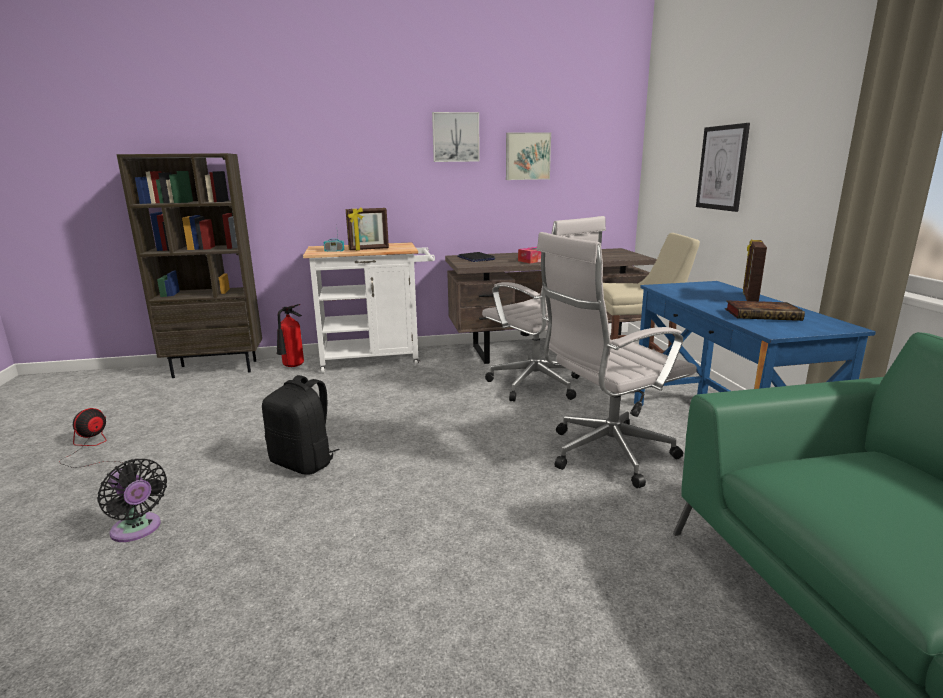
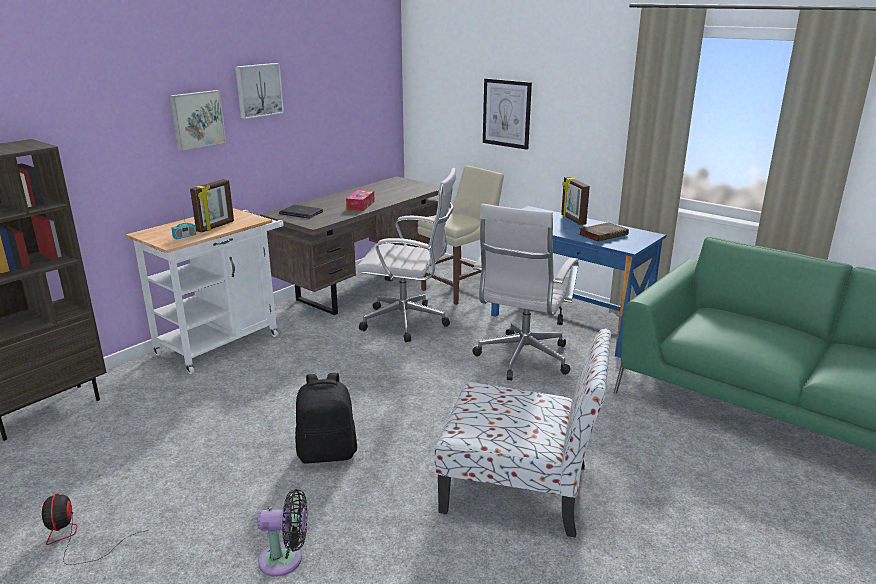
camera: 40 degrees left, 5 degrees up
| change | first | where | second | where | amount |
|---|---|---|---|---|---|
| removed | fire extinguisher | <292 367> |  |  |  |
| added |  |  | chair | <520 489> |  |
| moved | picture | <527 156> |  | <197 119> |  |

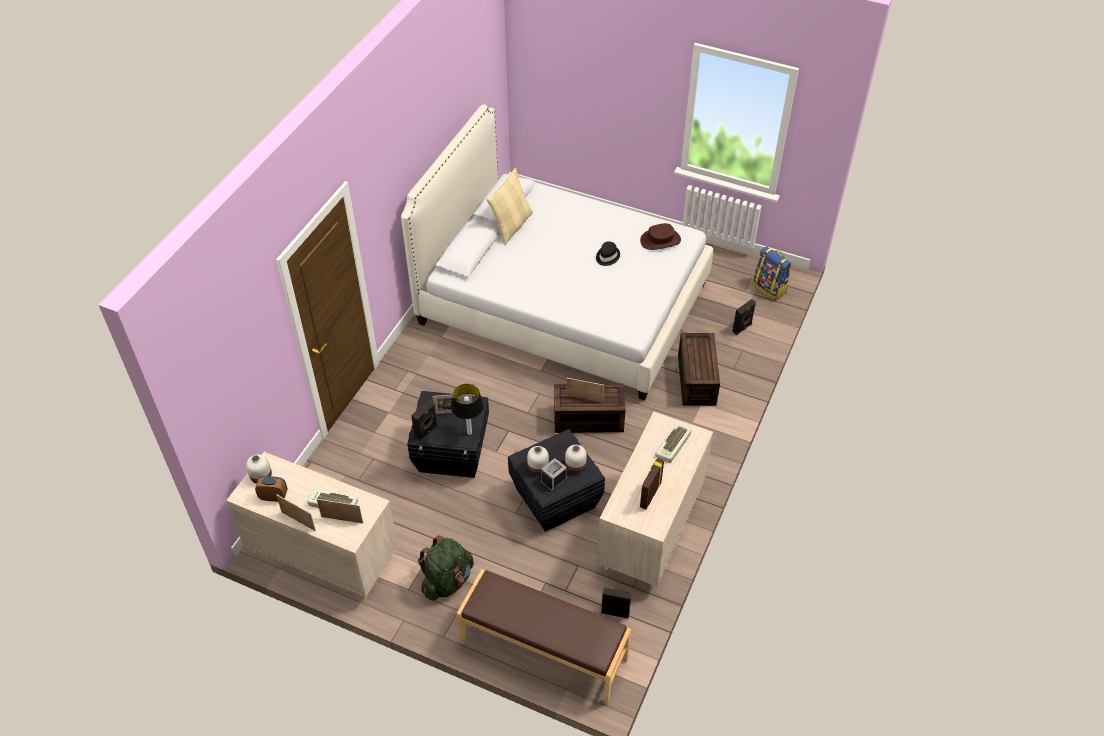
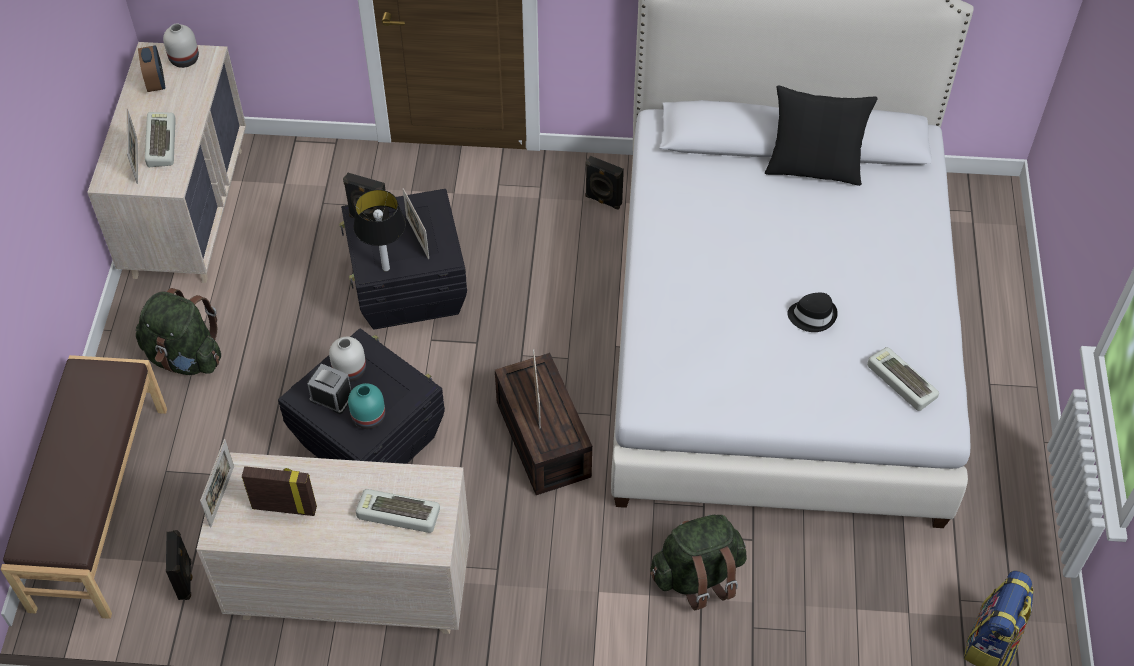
camera: 70 degrees right, 5 degrees up
| change | first | where | second | where | amount |
|---|---|---|---|---|---|
| moved | picture frame | <298 521> |  | <222 496> |  |
| moved | black speaker | <742 328> |  | <603 201> |  |
| replaced | brown hat | <660 240> | keyboard | <899 382> |  |
| replaced | brown storage box | <697 380> | green backpack | <697 576> |  |
| recoloured | beige pillow | <511 226> | black pillow | <813 169> |  |
| recoloured | white vase | <575 466> | turquoise vase | <368 417> |  |

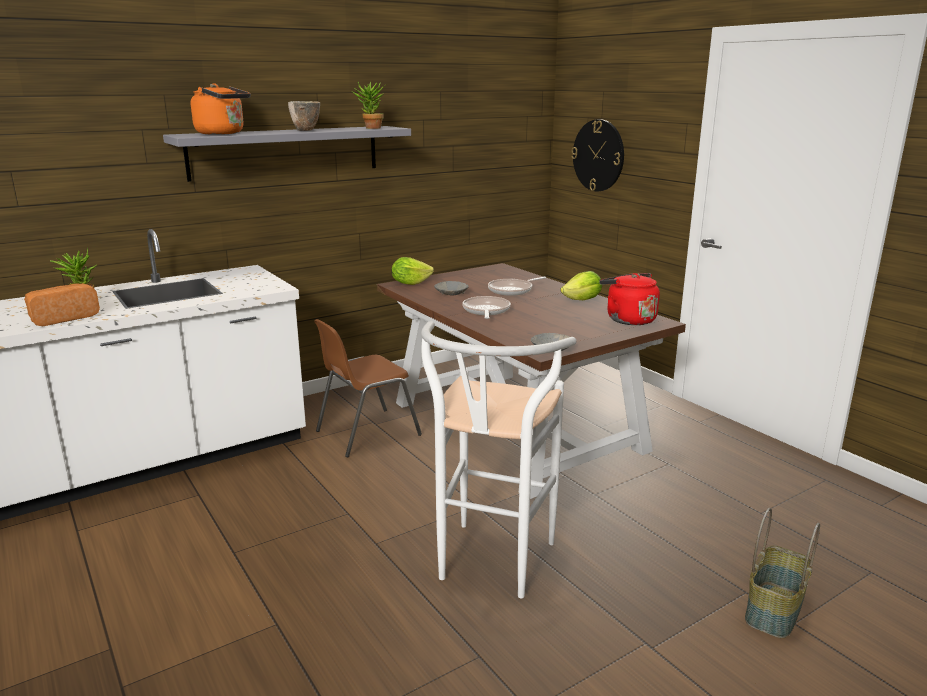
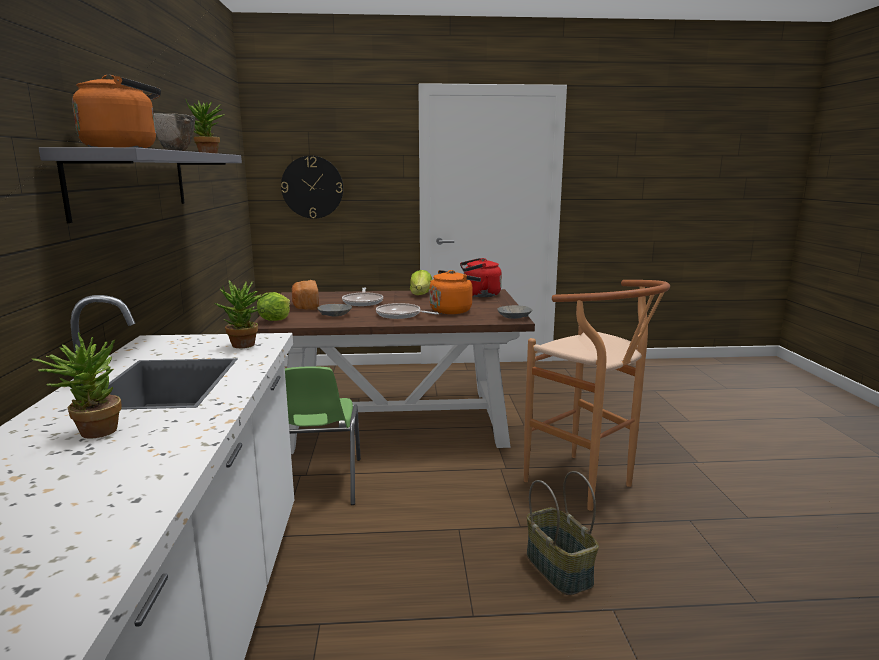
camera: 60 degrees left, 5 degrees down
| change | first | where | second | where | amount |
|---|---|---|---|---|---|
| added |  |  | potted plant | <245 346> |  |
| added |  |  | orange kettle | <452 310> |  |
| moved | bread | <63 318> |  | <305 306> |  |
| moved | basket | <775 611> |  | <560 569> |  |
| recoloured | brown chair | <366 433> | green chair | <318 484> |  |
| recoloured | white stool | <490 567> | brown stool | <587 486> |  |

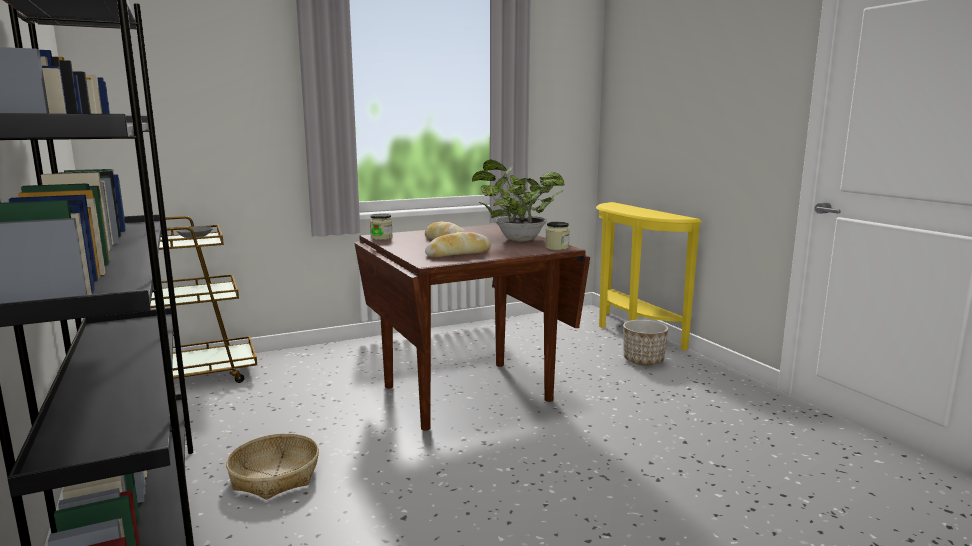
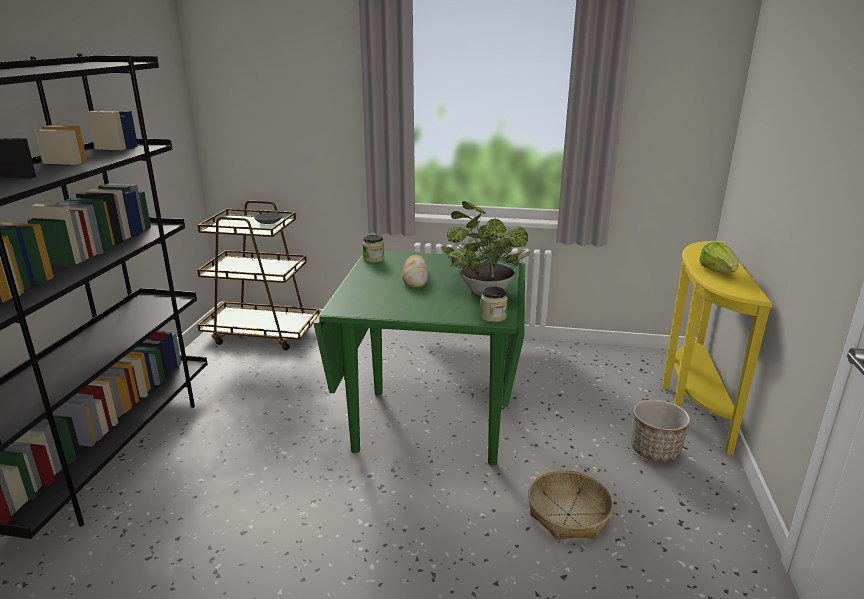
camera: 35 degrees right, 10 degrees up
| change | first | where | second | where | amount |
|---|---|---|---|---|---|
| removed | bread | <458 253> |  |  |  |
| added |  |  | lettuce | <718 271> |  |
| moved | basket | <275 476> |  | <568 515> |  |
| recoloured | brown dining table | <466 392> | green dining table | <430 424> |  |

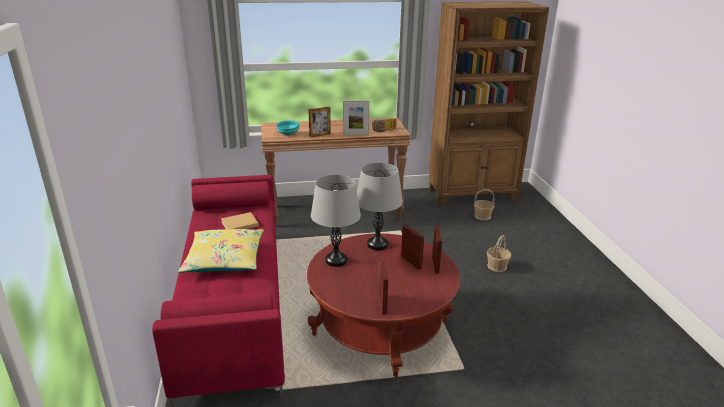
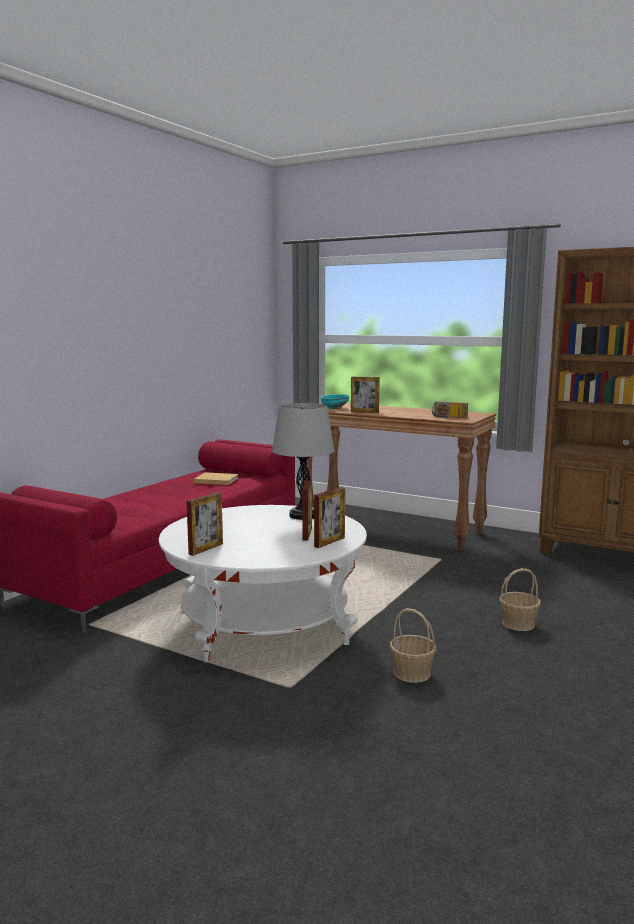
camera: 40 degrees right, 15 degrees down
| change | first | where | second | where | amount |
|---|---|---|---|---|---|
| removed | yellow pillow | <224 259> |  |  |  |
| removed | grey table lamp | <336 260> |  |  |  |
| removed | picture frame | <355 135> |  |  |  |
| moved | basket | <482 216> |  | <412 673> |  |
| recoloured | red coffee table | <380 328> | white coffee table | <265 622> |  |

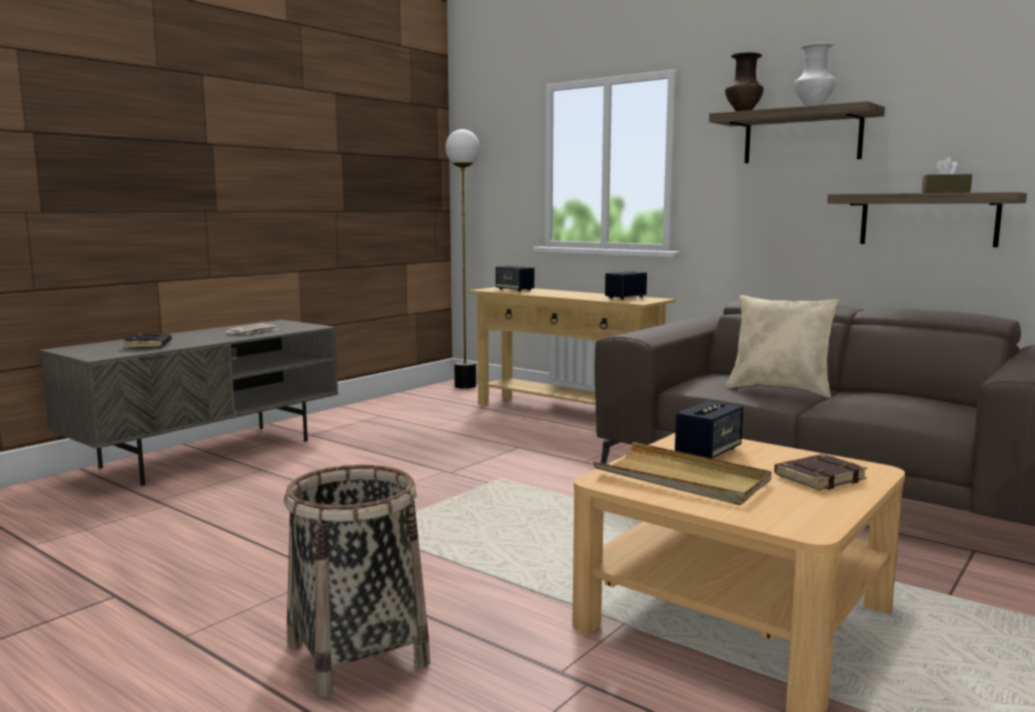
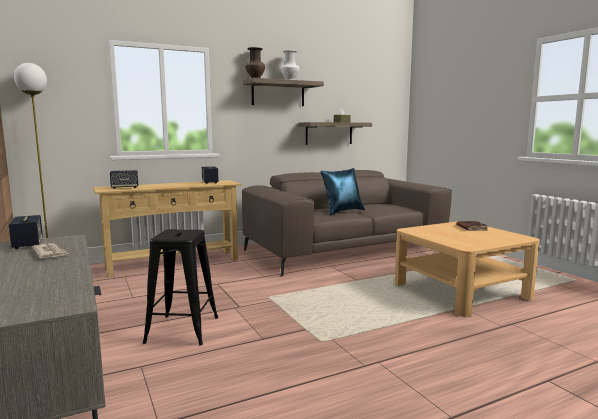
camera: 65 degrees left, 0 degrees up
| change | first | where | second | where | amount |
|---|---|---|---|---|---|
| removed | black book | <149 345> |  |  |  |
| removed | basket | <357 654> |  |  |  |
| removed | beige tray | <682 479> |  |  |  |
| added |  |  | black stool | <182 330> |  |
| moved | speaker | <708 452> |  | <28 244> |  |
| recoloured | beige pillow | <780 390> | blue pillow | <342 211> |  |

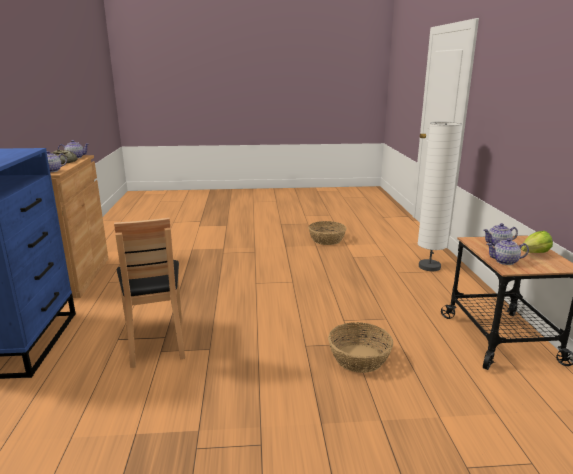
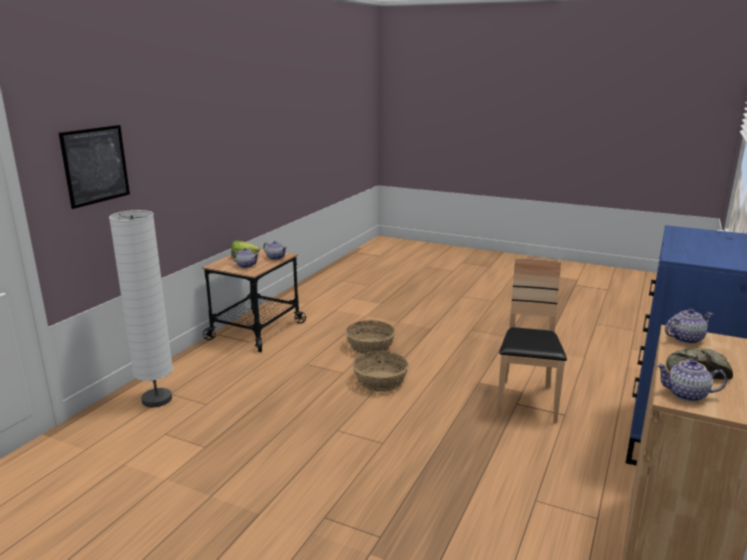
camera: 150 degrees left, 0 degrees up
| change | first | where | second | where | amount |
|---|---|---|---|---|---|
| added |  |  | picture | <95 165> |  |
| moved | basket | <327 240> |  | <380 381> |  |

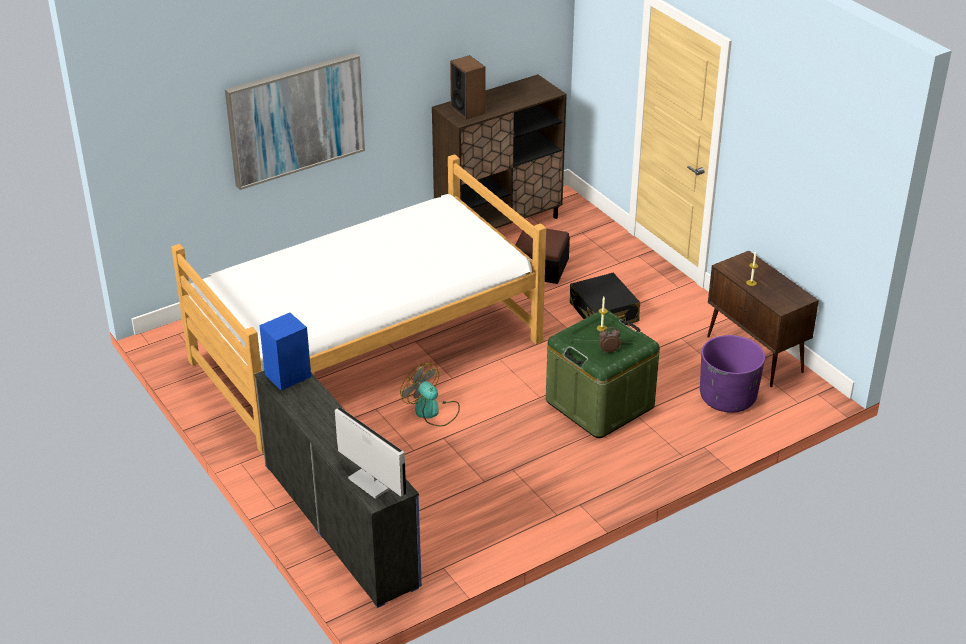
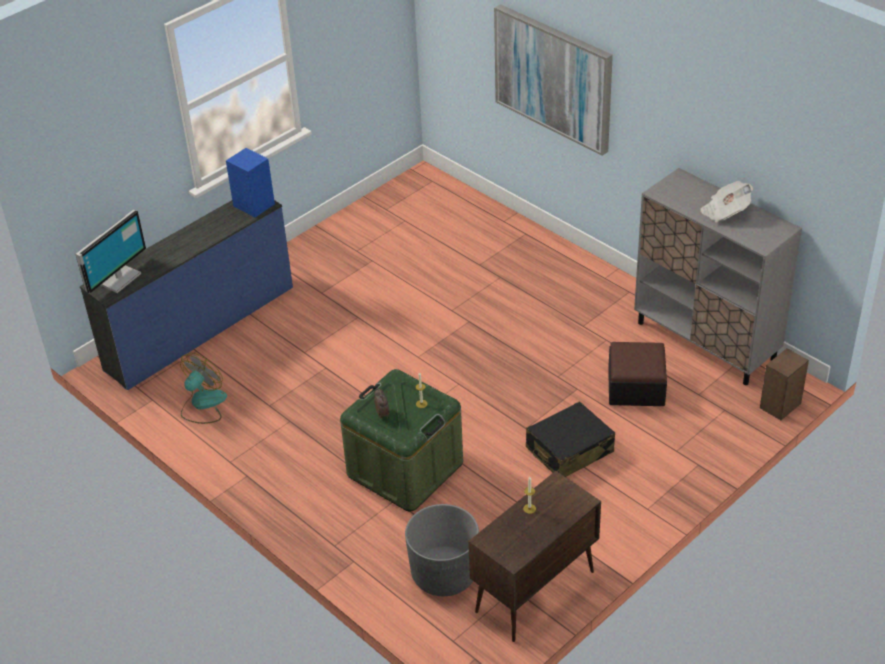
camera: 80 degrees right, 5 degrees up
| change | first | where | second | where | amount |
|---|---|---|---|---|---|
| removed | bed | <366 351> |  |  |  |
| added |  |  | newspaper | <725 212> |  |
| moved | fan | <432 411> |  | <203 405> |  |
| moved | speaker | <468 110> |  | <780 405> |  |
| recoloured | brown cabinet | <499 225> | grey cabinet | <706 341> |  |
| recoloured | purple planter | <727 398> | grey planter | <444 574> |  |

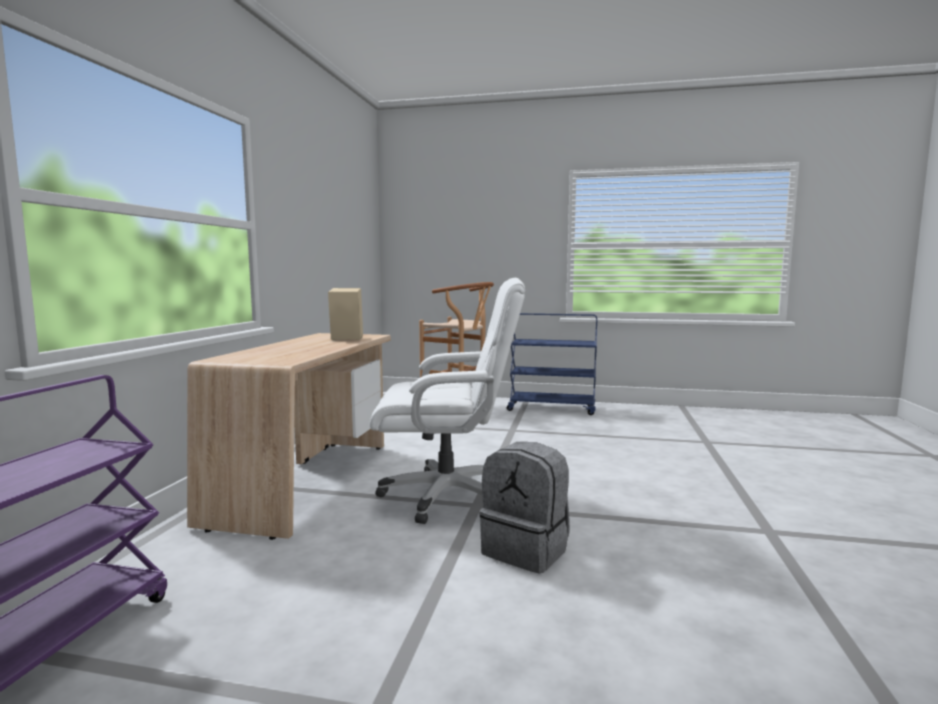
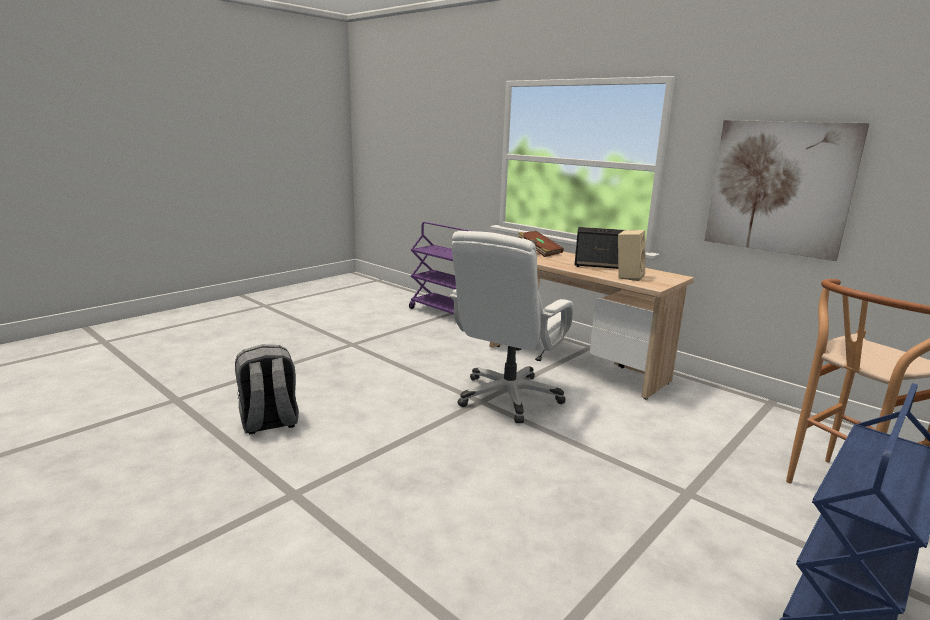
camera: 120 degrees right, 10 degrees up
| change | first | where | second | where | amount |
|---|---|---|---|---|---|
| added |  |  | brown book | <539 252> |  |
| added |  |  | speaker | <599 266> |  |
| added |  |  | picture | <779 187> |  |
| moved | grey backpack | <527 550> |  | <269 423> |  |

